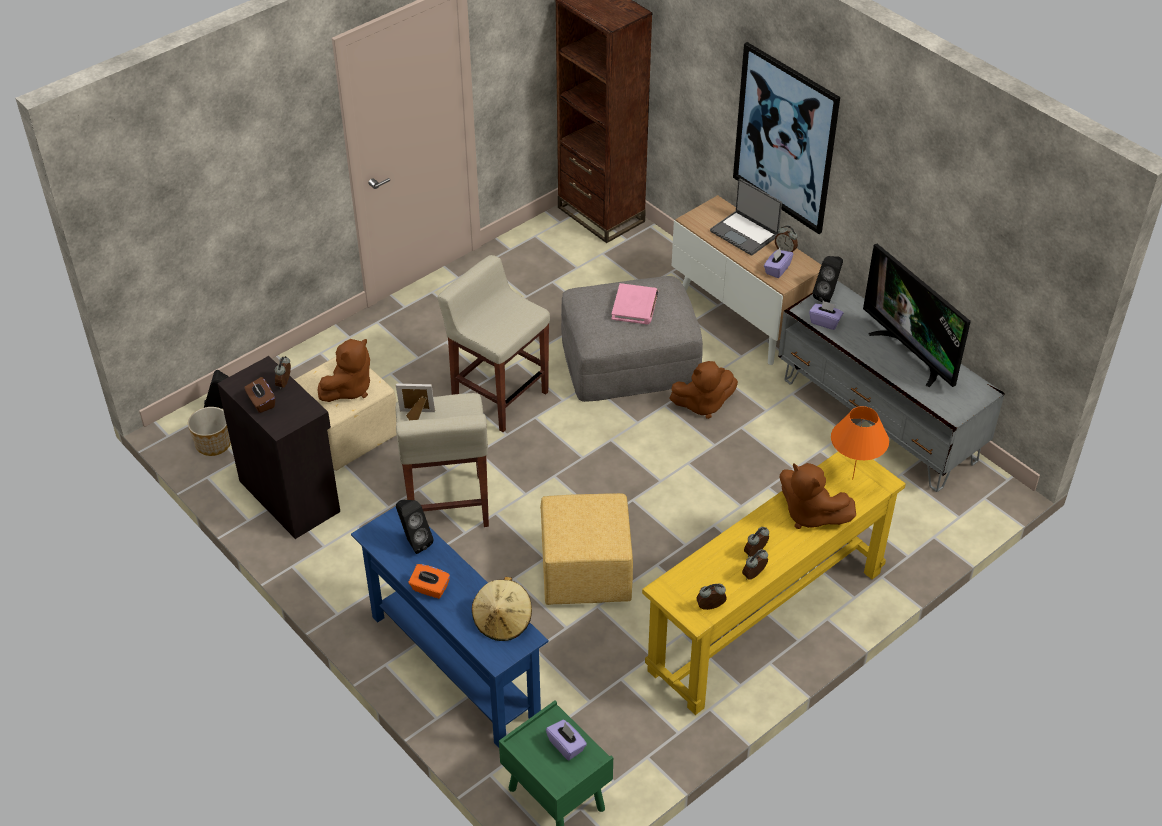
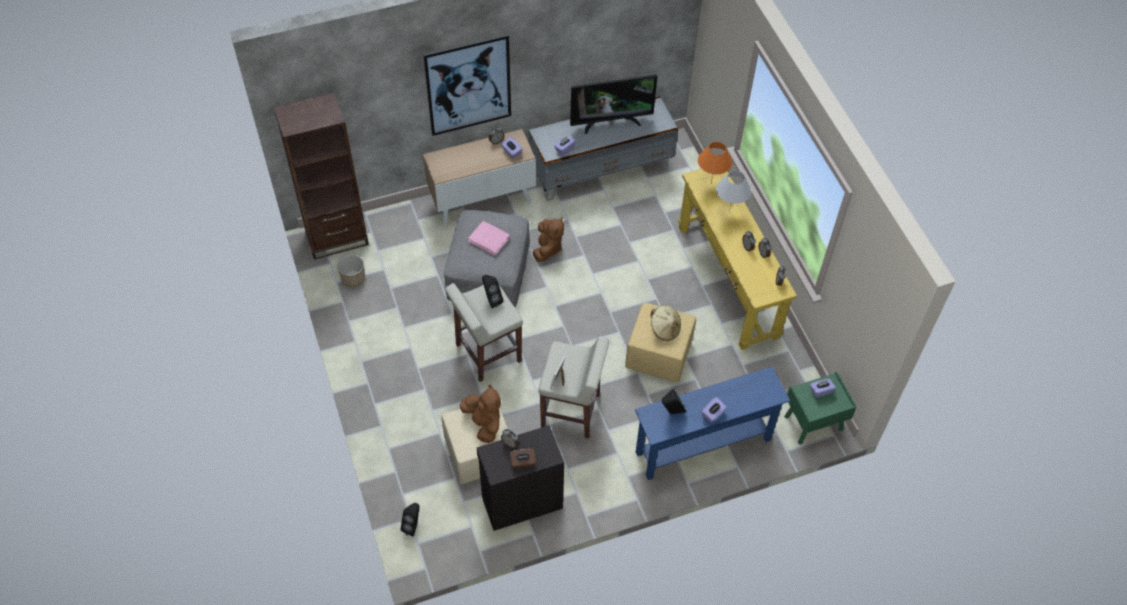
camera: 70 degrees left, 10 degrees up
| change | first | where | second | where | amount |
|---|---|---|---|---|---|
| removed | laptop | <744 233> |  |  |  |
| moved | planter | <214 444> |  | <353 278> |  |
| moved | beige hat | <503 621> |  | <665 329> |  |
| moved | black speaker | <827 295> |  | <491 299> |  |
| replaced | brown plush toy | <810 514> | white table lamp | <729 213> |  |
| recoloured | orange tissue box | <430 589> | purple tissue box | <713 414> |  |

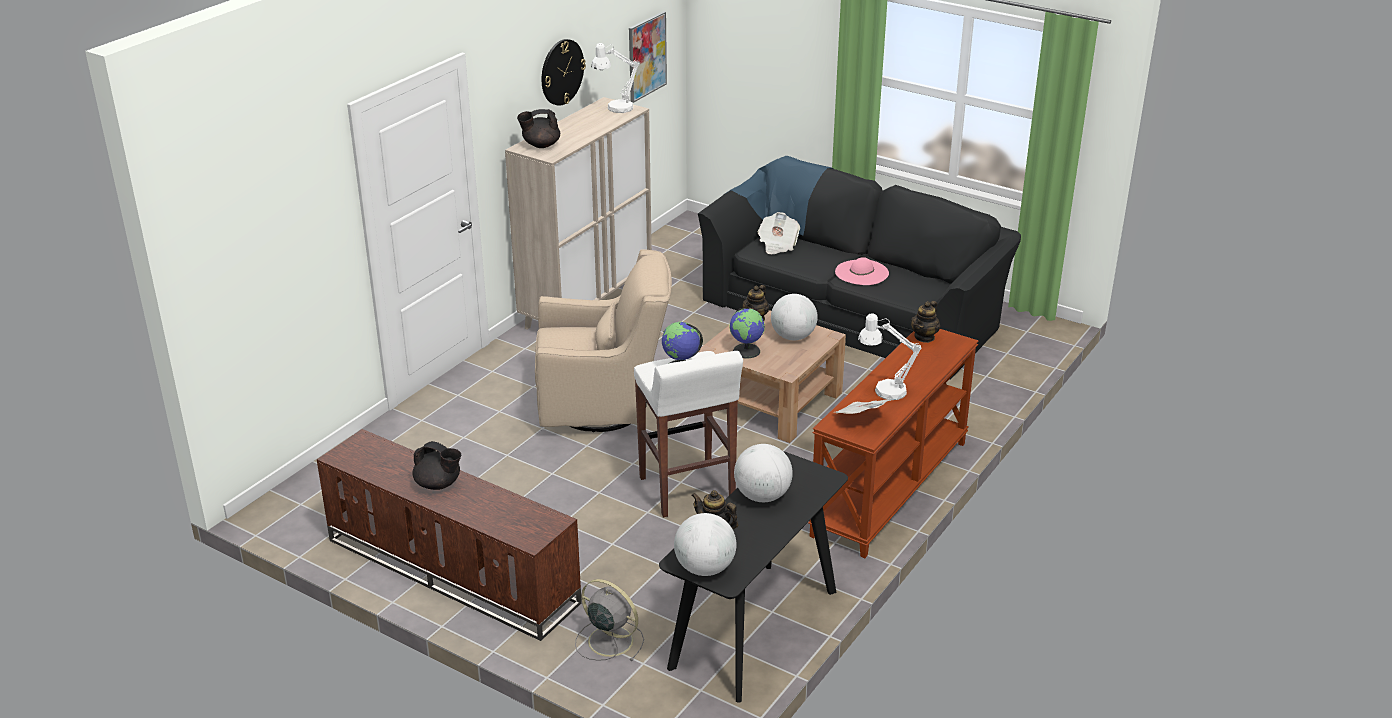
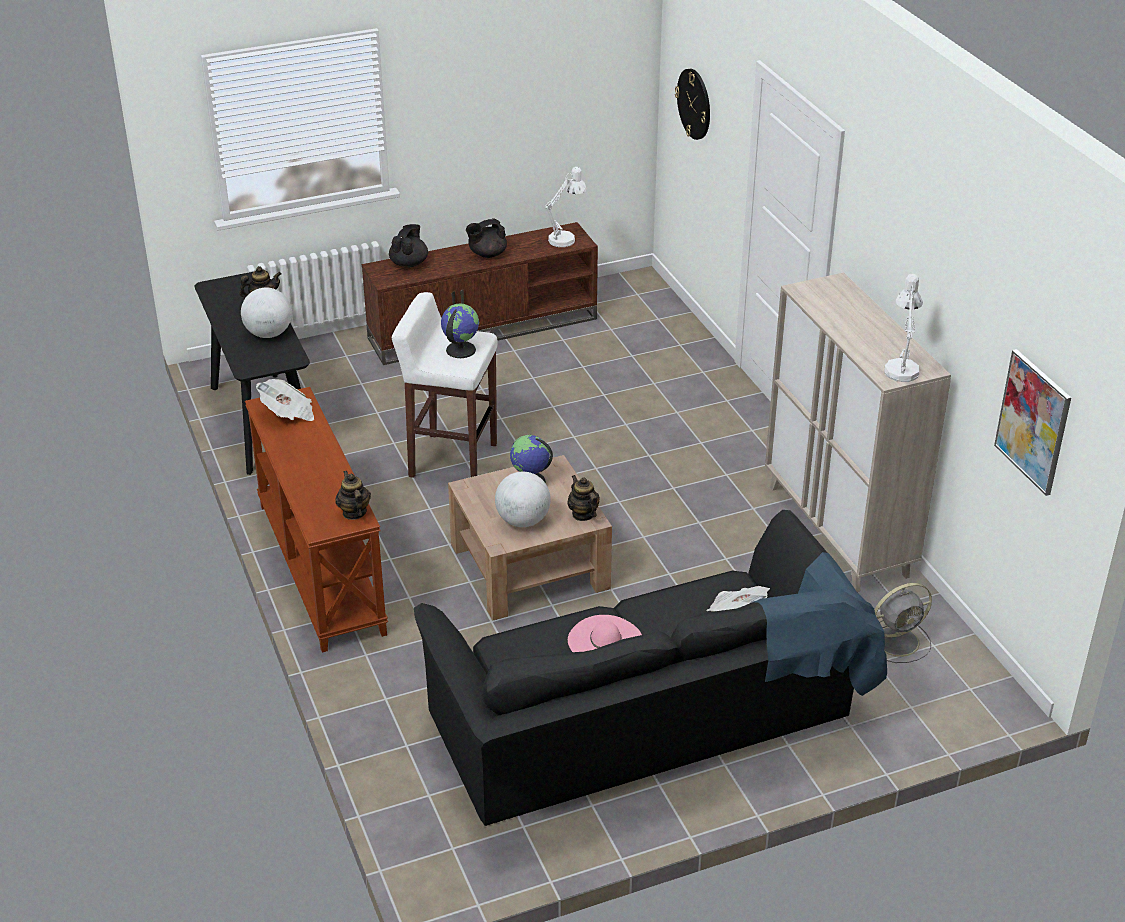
camera: 125 degrees right, 5 degrees up
| change | first | where | second | where | amount |
|---|---|---|---|---|---|
| removed | beige armchair | <604 406> |  |  |  |
| removed | globe | <704 568> |  |  |  |
| moved | black teapot | <540 145> |  | <409 263> |  |
| moved | wall clock | <561 72> |  | <694 104> |  |
| moved | grey fan | <608 640> |  | <898 641> |  |
| moved | white table lamp | <883 391> |  | <566 238> |  |

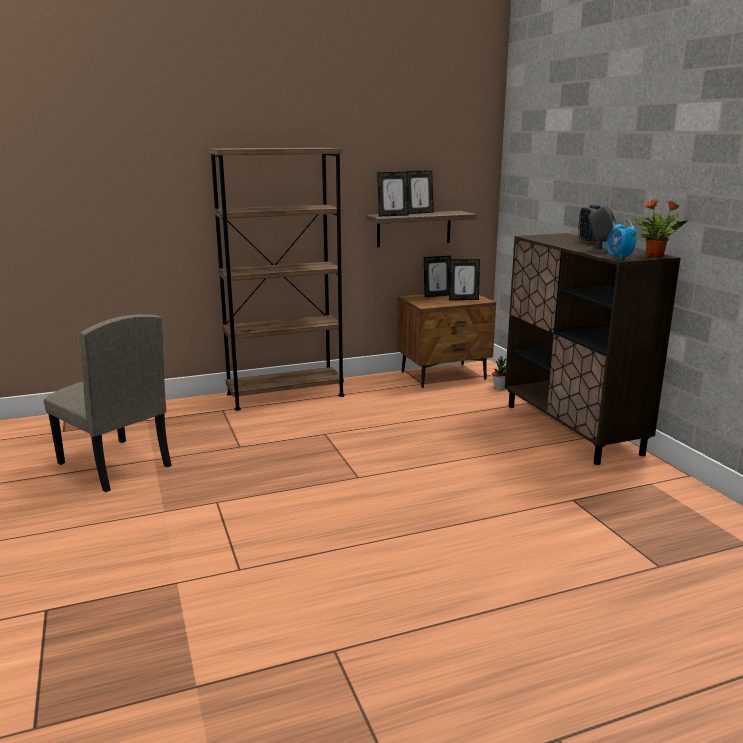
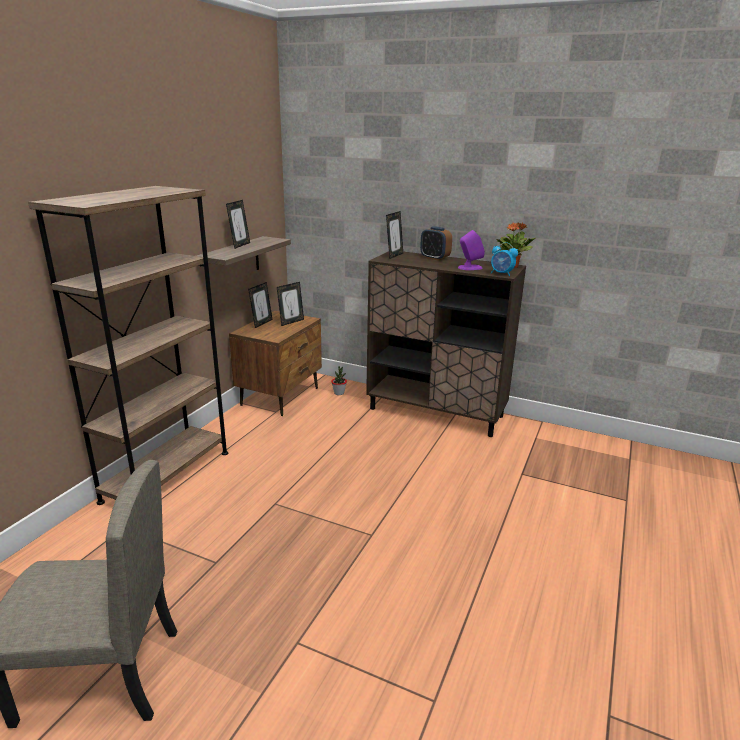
camera: 45 degrees left, 5 degrees up
| change | first | where | second | where | amount |
|---|---|---|---|---|---|
| moved | picture frame | <392 215> |  | <394 255> |  |
| recoloured | grey speaker | <600 250> | purple speaker | <469 268> |  |

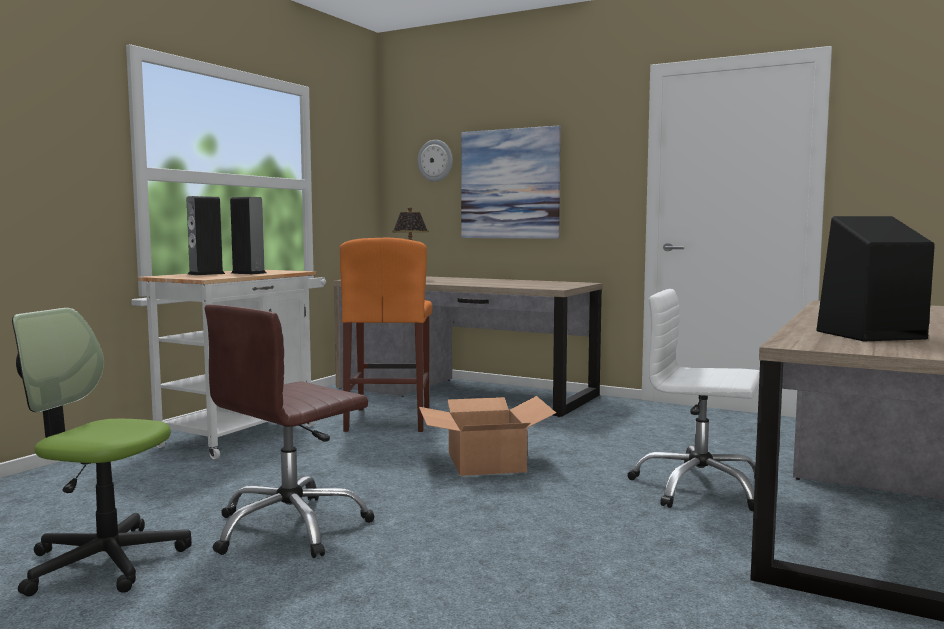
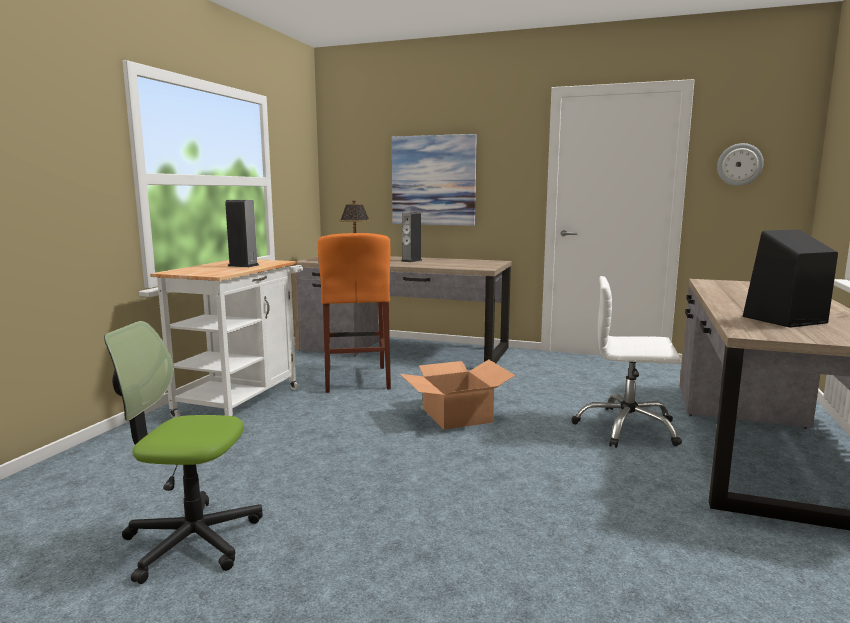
camera: 10 degrees left, 5 degrees up
| change | first | where | second | where | amount |
|---|---|---|---|---|---|
| removed | brown office chair | <290 528> |  |  |  |
| moved | speaker | <206 274> |  | <411 261> |  |
| moved | wall clock | <435 160> |  | <739 164> |  |

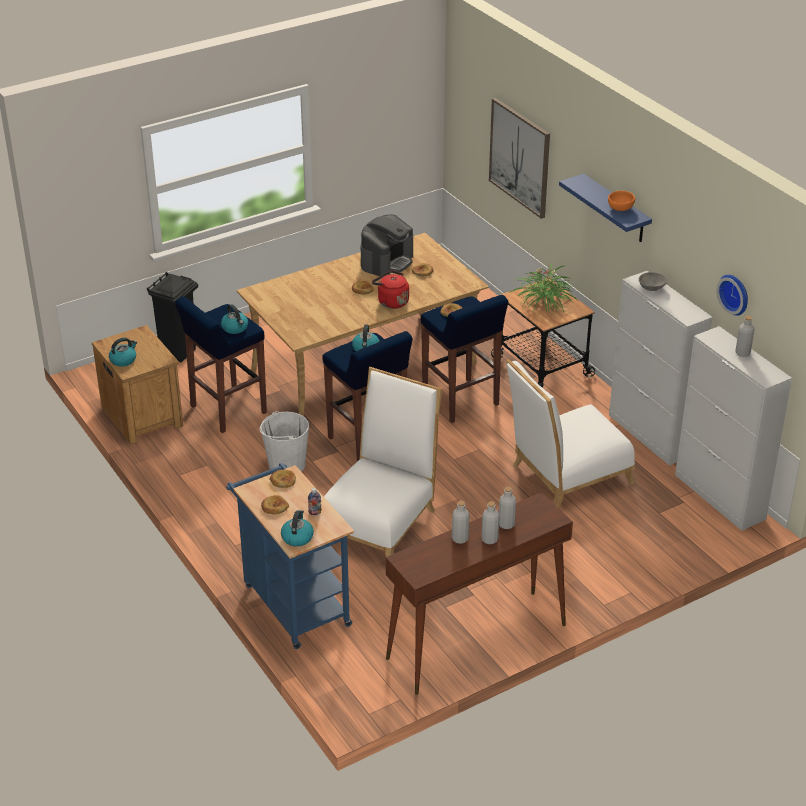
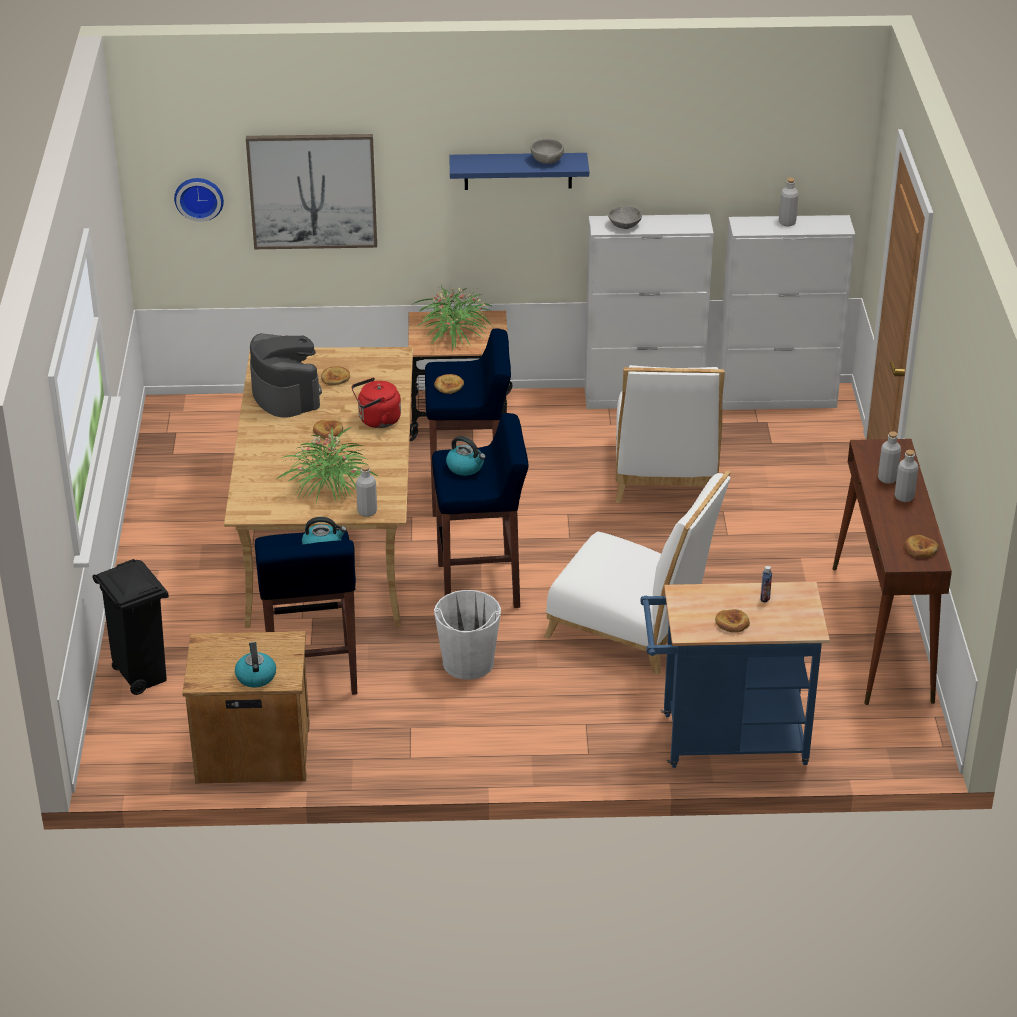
camera: 60 degrees left, 0 degrees up
| change | first | where | second | where | amount |
|---|---|---|---|---|---|
| removed | kettle | <297 537> |  |  |  |
| added |  |  | potted plant | <329 484> |  |
| moved | bread | <283 480> |  | <920 549> |  |
| moved | grey bottle | <460 539> |  | <367 511> |  |
| moved | wall clock | <735 293> |  | <199 197> |  |
| recoloured | orange bowl | <621 208> | grey bowl | <547 160> |  |
| turned | white chair | <380 521> |  | <634 628> | 150 degrees clockwise |

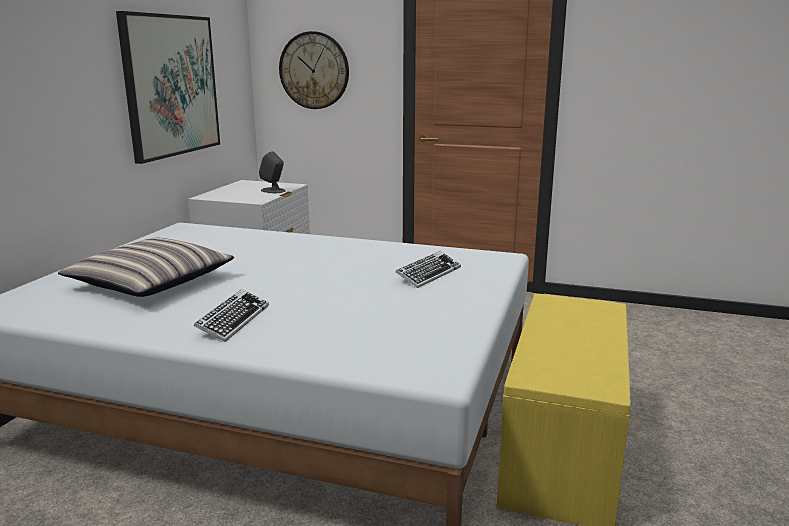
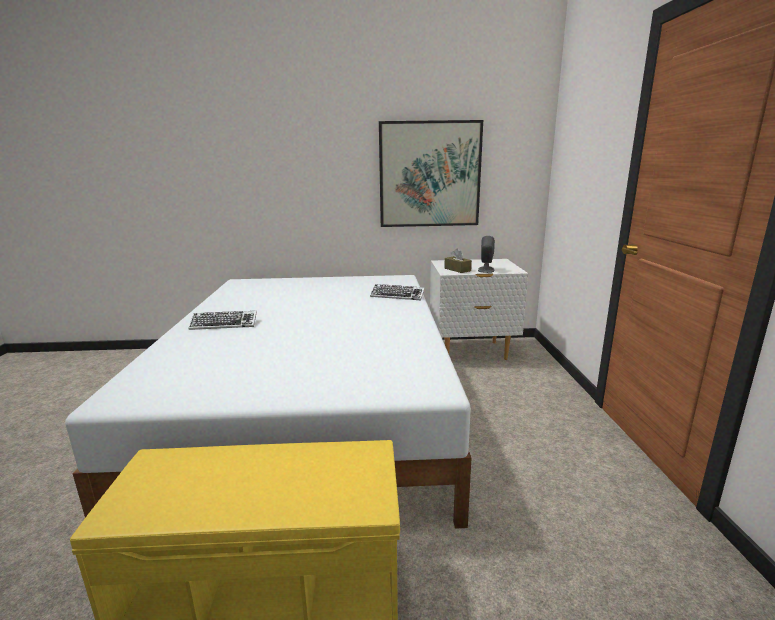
camera: 70 degrees right, 0 degrees up
| change | first | where | second | where | amount |
|---|---|---|---|---|---|
| removed | pillow | <151 282> |  |  |  |
| removed | wall clock | <314 70> |  |  |  |
| added |  |  | brown tissue box | <457 269> |  |
| moved | keyboard | <428 274> |  | <397 296> |  |

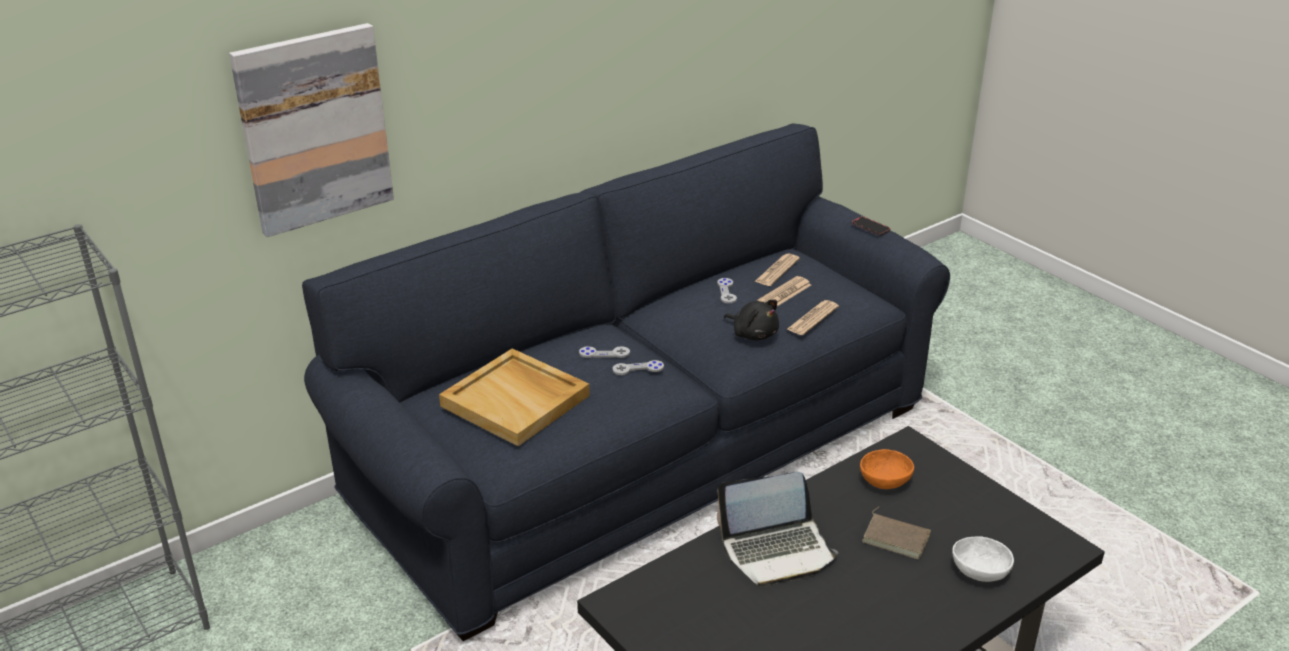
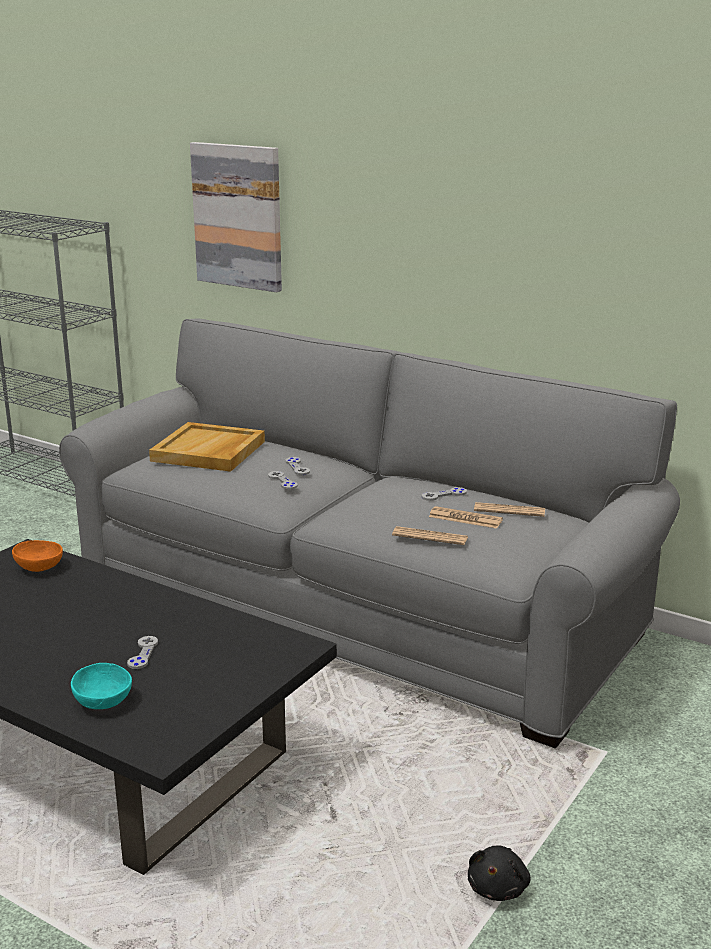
camera: 70 degrees right, 10 degrees down
| change | first | where | second | where | amount |
|---|---|---|---|---|---|
| removed | laptop | <777 551> |  |  |  |
| removed | phone | <870 227> |  |  |  |
| moved | black plush toy | <753 334> |  | <498 888> |  |
| moved | orange bowl | <883 481> |  | <39 567> |  |
| replaced | brown book | <897 537> | grey game controller | <143 653> |  |
| recoloured | blue sofa | <644 454> | grey sofa | <356 610> |  |
| recoloured | white bowl | <979 571> | turquoise bowl | <104 701> |  |

